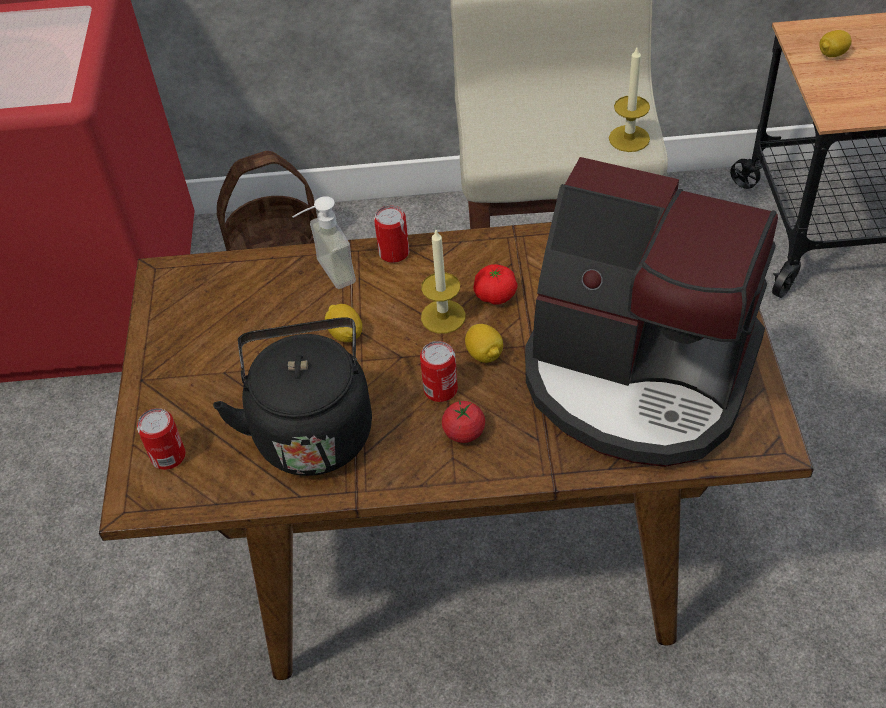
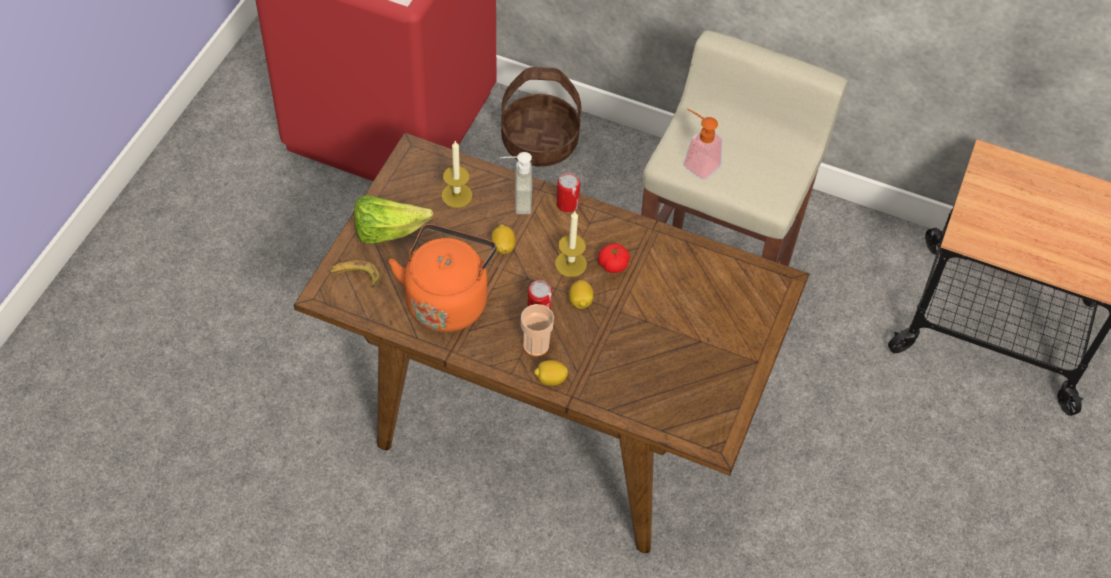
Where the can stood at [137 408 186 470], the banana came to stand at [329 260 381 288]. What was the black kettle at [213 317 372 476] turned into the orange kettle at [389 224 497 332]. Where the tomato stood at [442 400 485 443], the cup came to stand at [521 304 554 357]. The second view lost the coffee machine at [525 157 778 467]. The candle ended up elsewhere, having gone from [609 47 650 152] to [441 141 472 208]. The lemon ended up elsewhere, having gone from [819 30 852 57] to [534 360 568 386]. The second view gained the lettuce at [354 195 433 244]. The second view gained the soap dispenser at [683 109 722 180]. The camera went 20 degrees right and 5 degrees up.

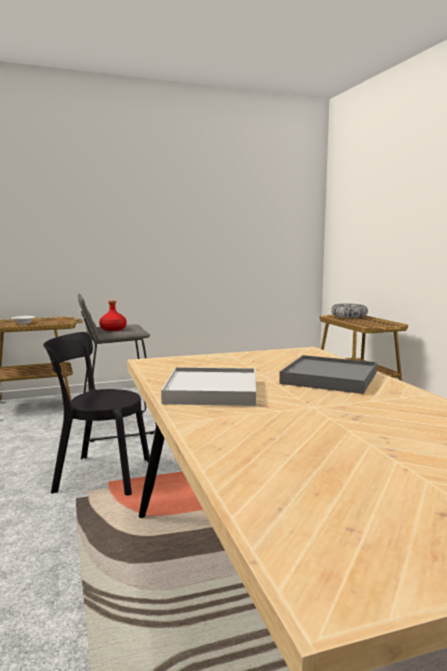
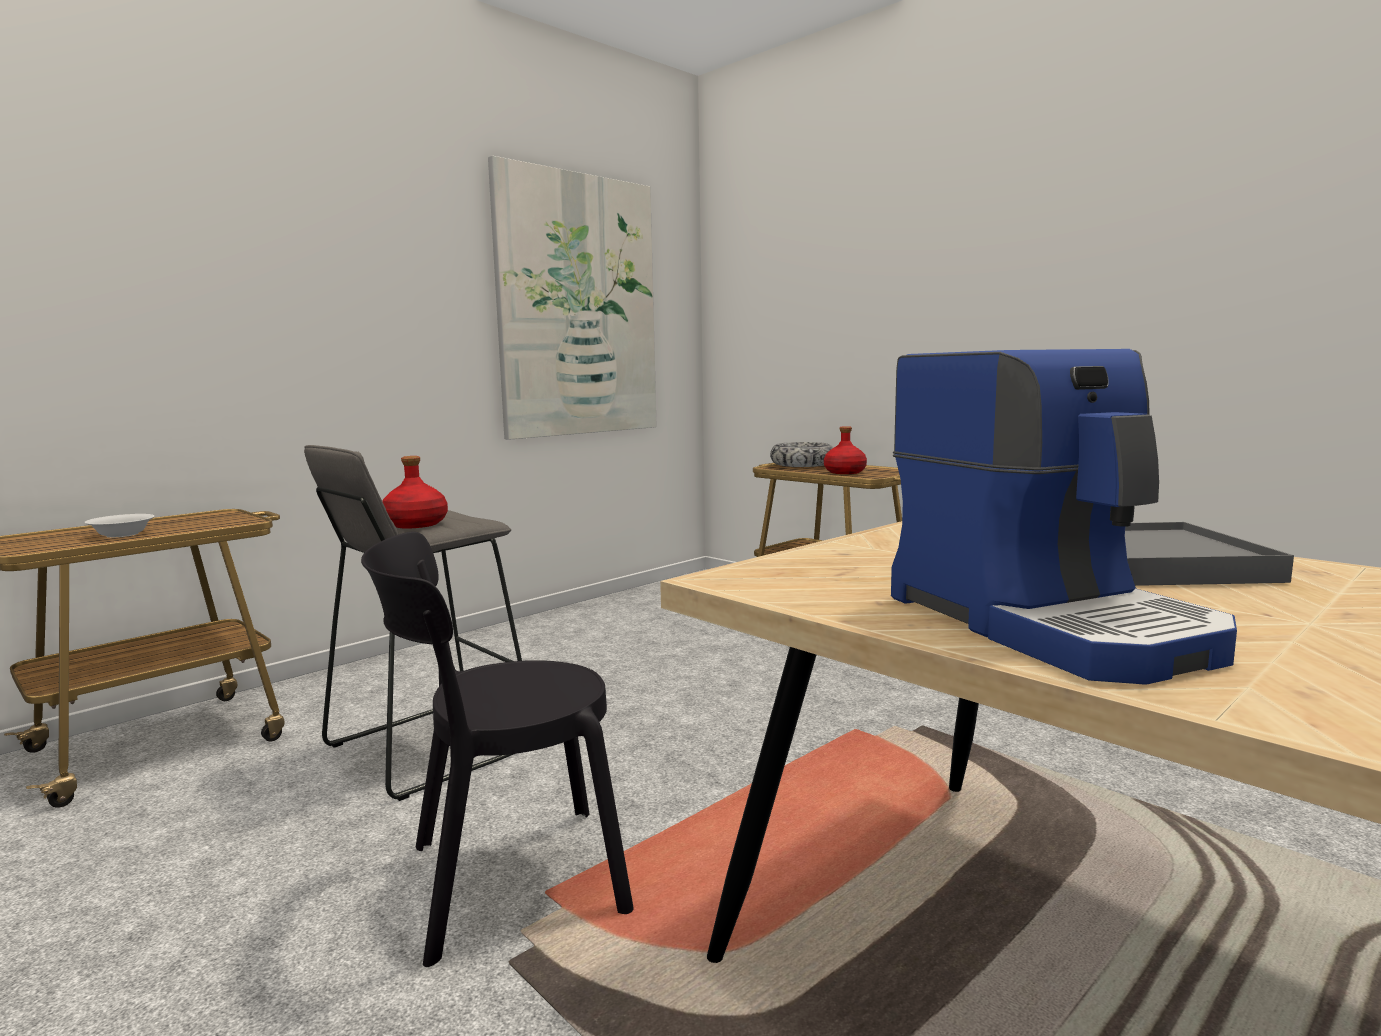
Where the white tray stood at [161 367 256 406], the coffee machine came to stand at [891 349 1237 685]. The second view gained the picture at [488 155 657 440]. The second view gained the red bottle at [824 426 867 474]. The camera went 25 degrees left and 0 degrees up.

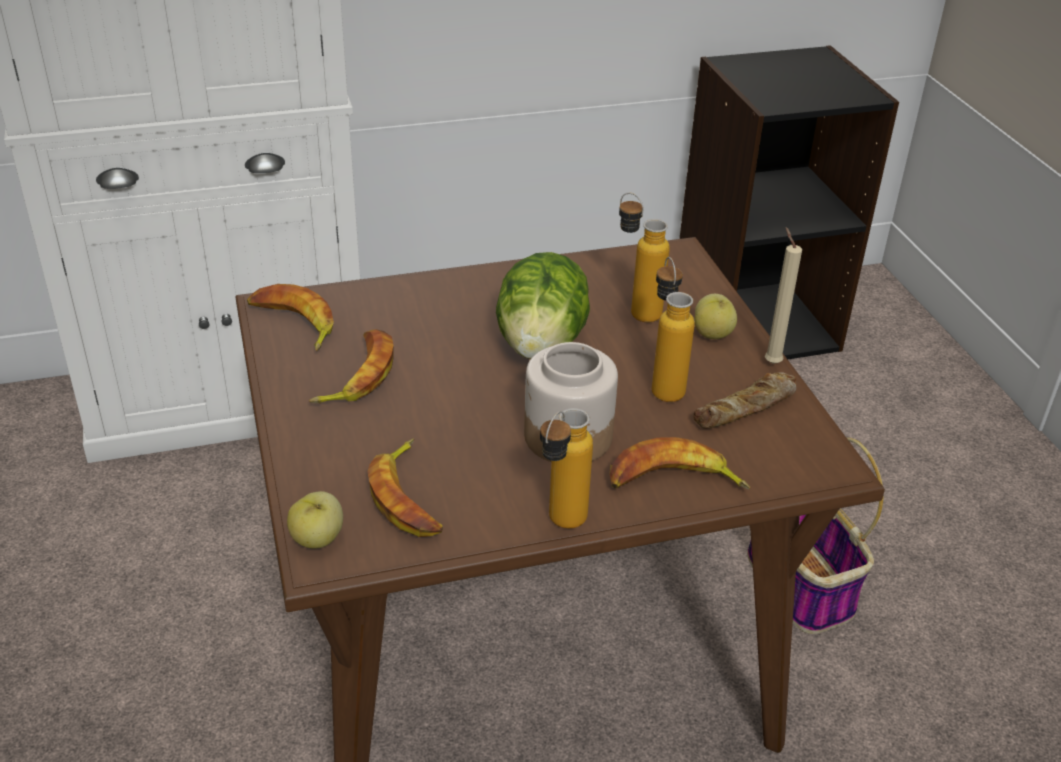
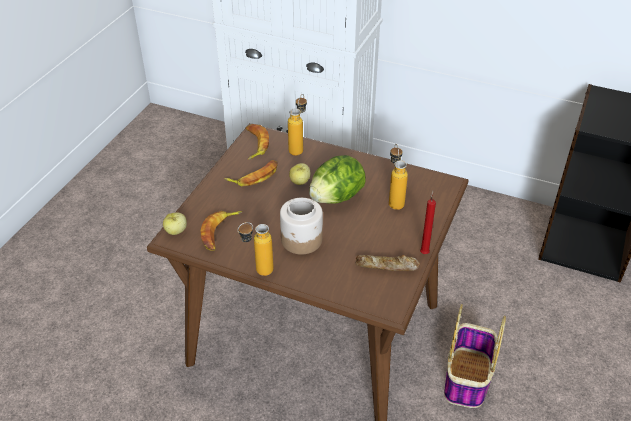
The second view lost the banana at [610 437 750 490]. The bottle ended up elsewhere, having gone from [652 257 695 402] to [288 94 307 156]. The apple ended up elsewhere, having gone from [695 294 737 339] to [289 163 310 185]. What was the beige candle at [765 227 802 364] turned into the red candle at [420 190 436 254]. The camera went 40 degrees right and 5 degrees up.

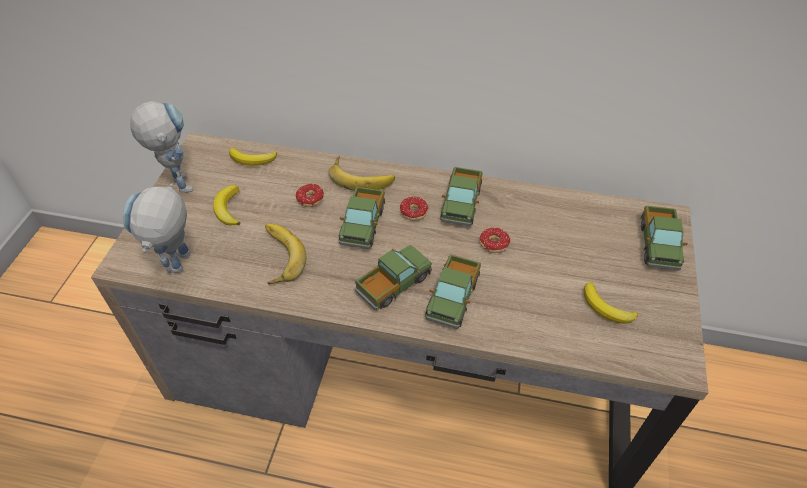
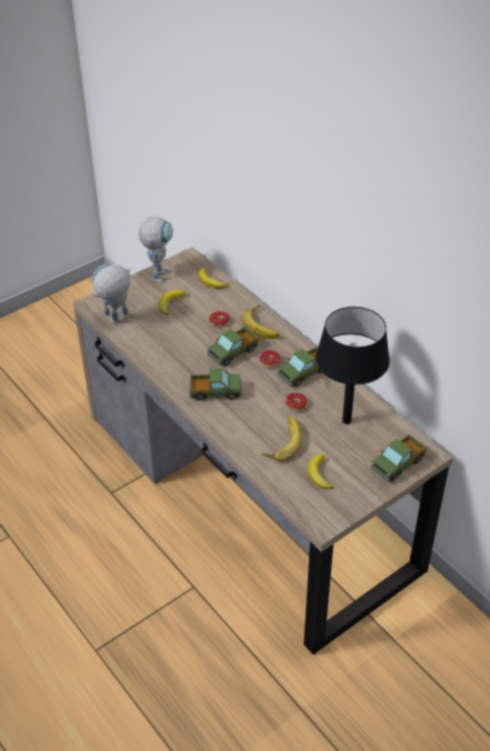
The banana ended up elsewhere, having gone from [265 224 306 284] to [262 416 302 462]. The second view lost the toy truck at [425 254 481 329]. The second view gained the black table lamp at [316 307 390 424]. The camera went 40 degrees right and 5 degrees down.

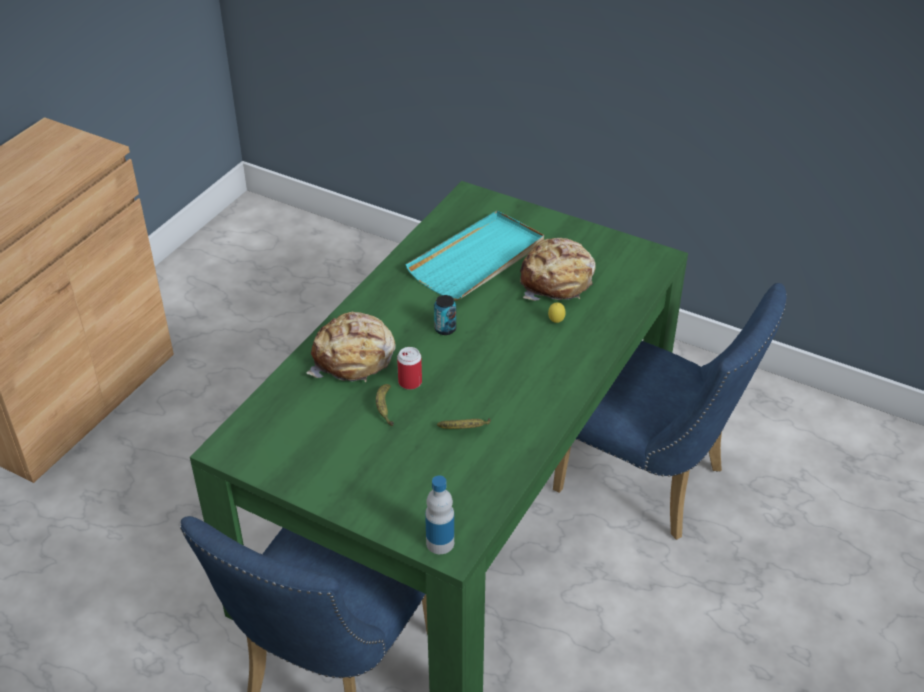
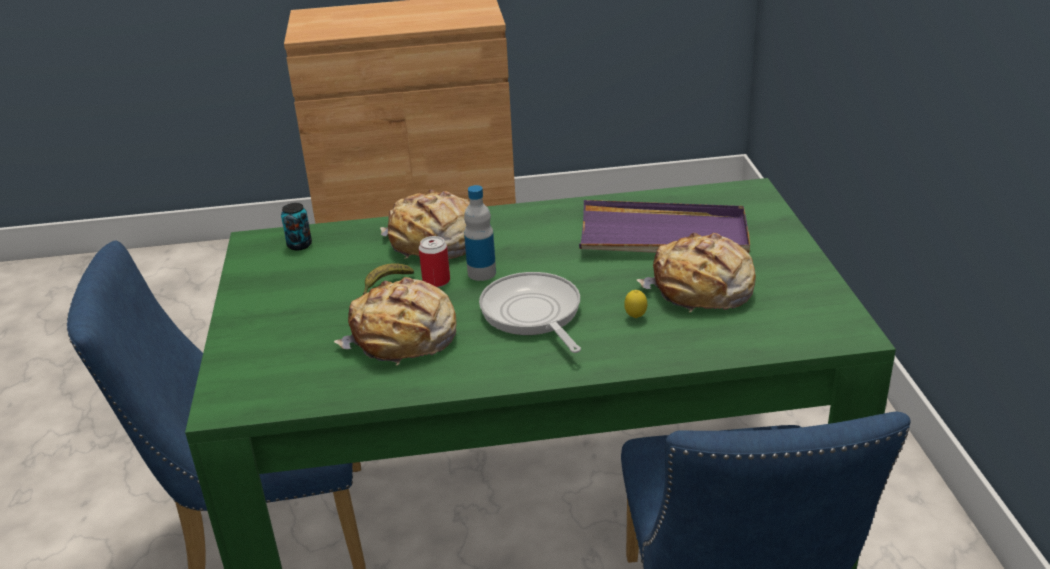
What was the turquoise tray at [405 210 544 300] turned into the purple tray at [579 200 750 253]. The bottle ended up elsewhere, having gone from [425 476 454 554] to [464 185 496 281]. The can ended up elsewhere, having gone from [434 295 456 335] to [281 203 312 250]. Where the banana stood at [437 418 491 429], the bread came to stand at [334 277 457 365]. The second view gained the frying pan at [479 272 581 353]. The camera went 55 degrees right and 10 degrees down.

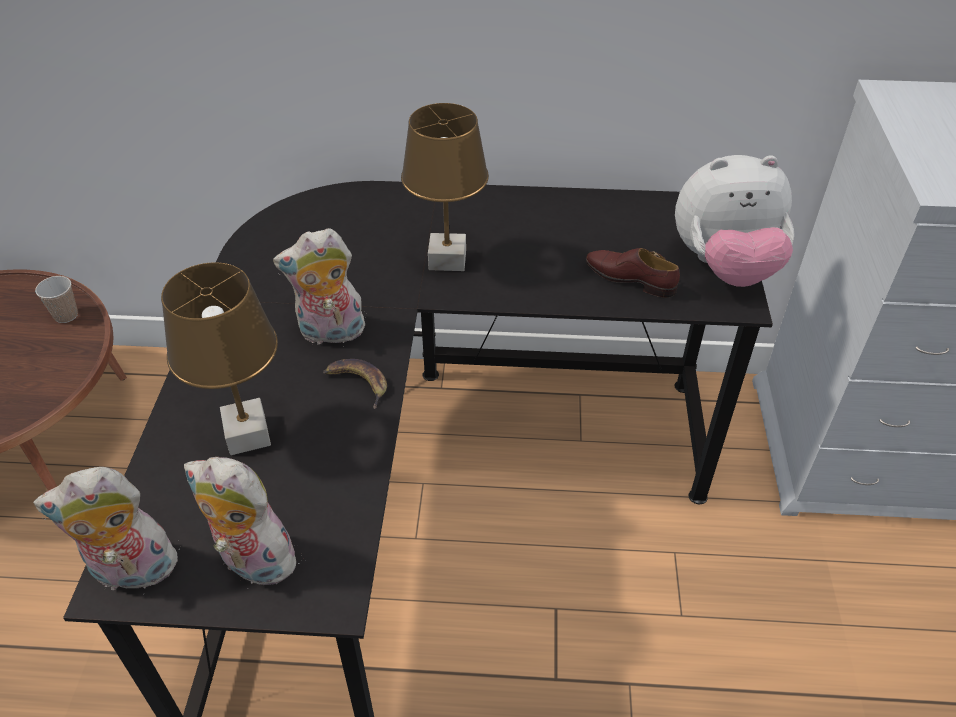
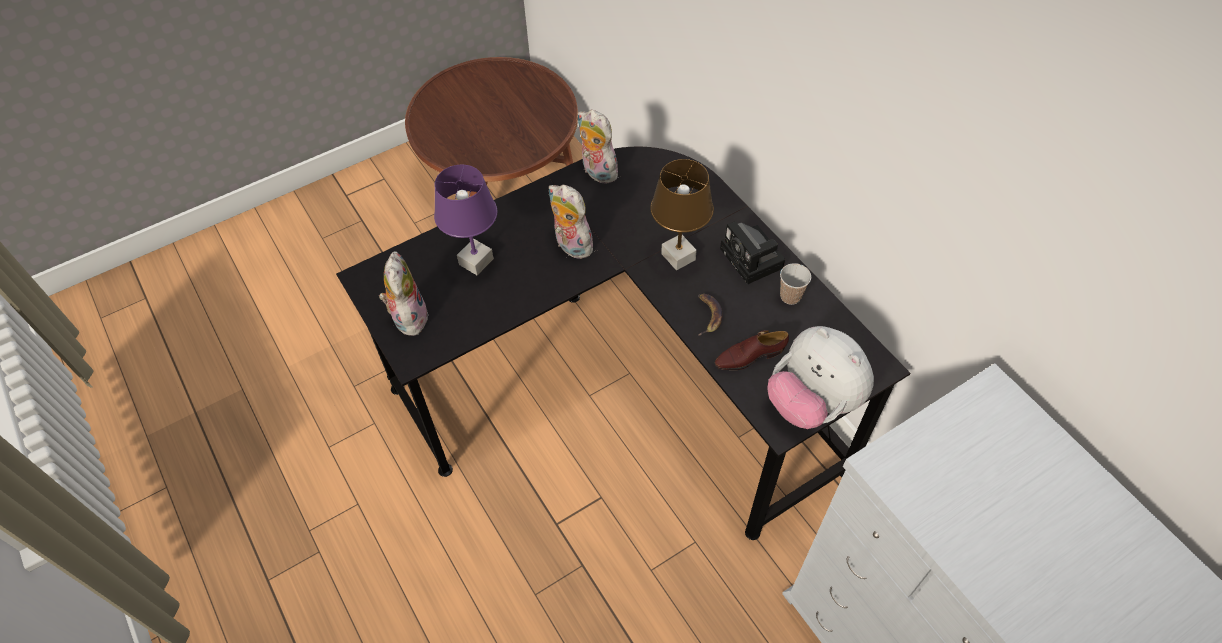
The plush toy ended up elsewhere, having gone from [33 467 181 590] to [578 110 619 184]. The cup ended up elsewhere, having gone from [35 276 78 323] to [780 263 811 305]. What was the brown table lamp at [161 262 278 455] turned into the purple table lamp at [434 165 497 275]. The banana ended up elsewhere, having gone from [323 359 387 409] to [698 294 723 336]. The brown shoe at [586 248 680 298] ended up facing another way, 105 degrees counterclockwise from before. The second view gained the photo camera at [720 221 785 285]. The camera went 55 degrees right and 10 degrees up.

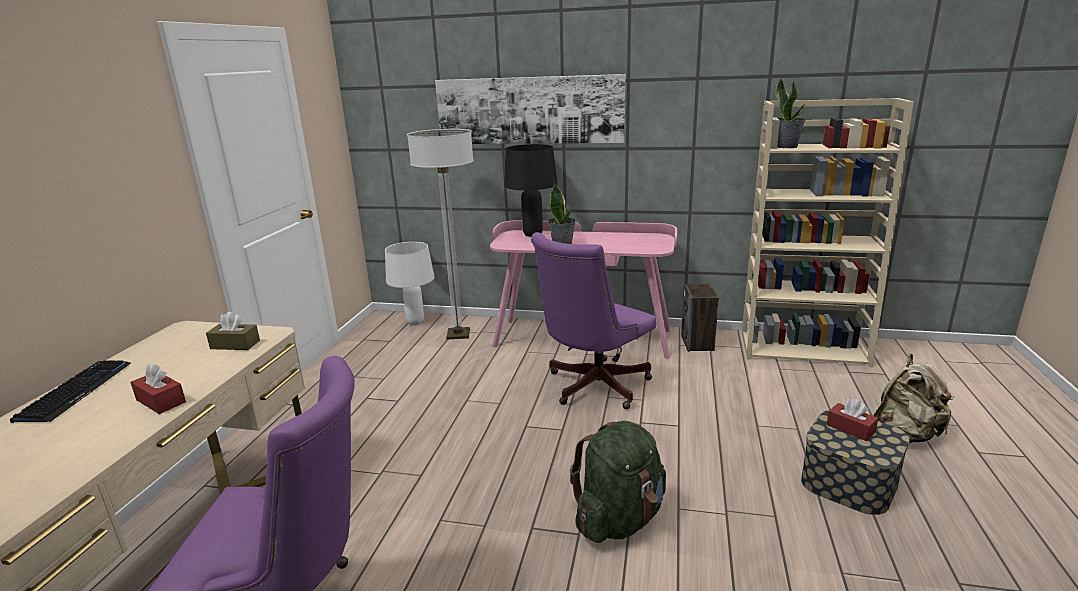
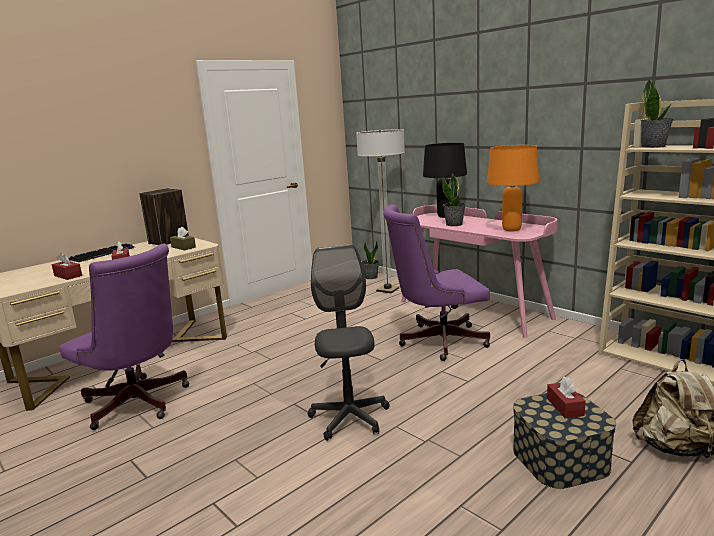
Where the white table lamp stood at [385 242 435 324], the potted plant came to stand at [362 242 379 279]. The second view lost the picture at [435 74 625 144]. Where the green backpack stood at [570 421 666 543], the grey office chair came to stand at [308 245 390 441]. The speaker ended up elsewhere, having gone from [681 284 719 352] to [140 188 189 245]. The second view gained the red tissue box at [52 253 82 280]. The second view gained the orange table lamp at [487 145 539 232]. The camera went 35 degrees right and 5 degrees down.

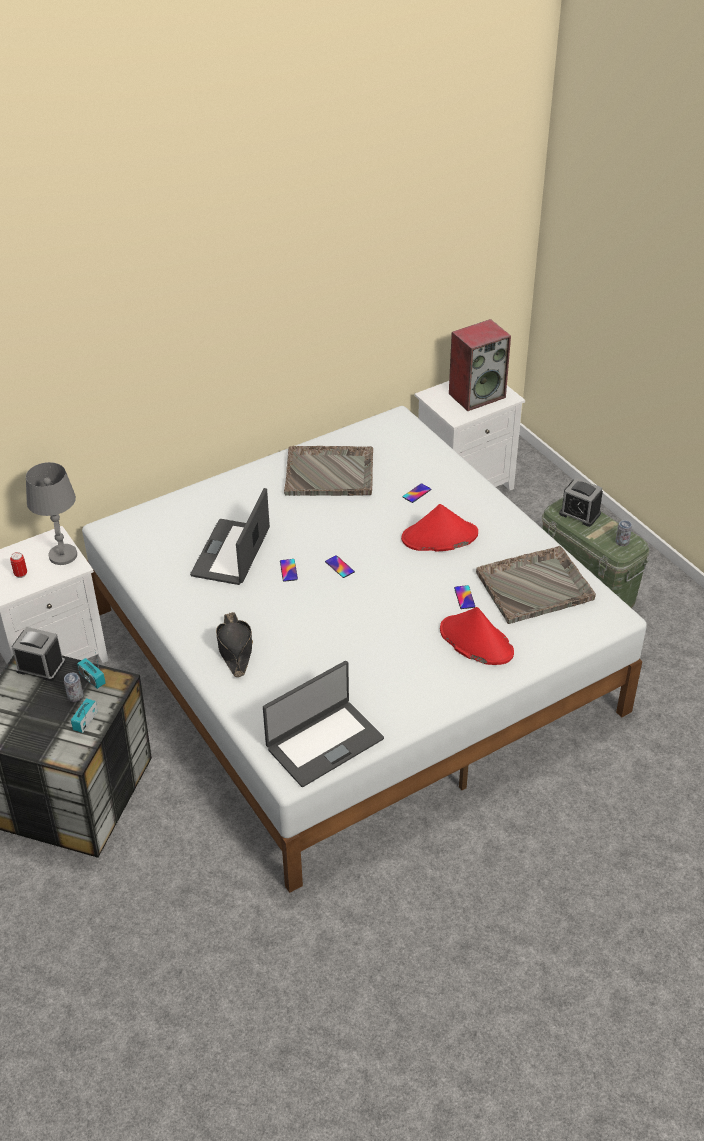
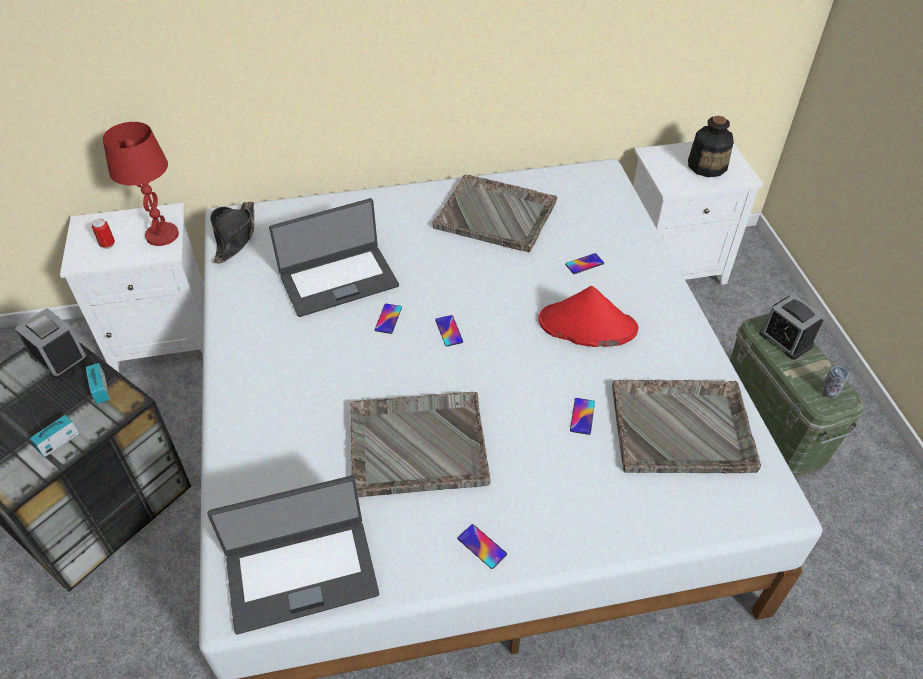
What was the grey table lamp at [26 462 77 565] turned into the red table lamp at [103 122 179 246]. The second view lost the can at [64 673 84 702]. The laptop at [190 488 270 585] ended up facing another way, 150 degrees counterclockwise from before. The black hat ended up elsewhere, having gone from [216 612 253 677] to [210 202 254 263]. The second view lost the red hat at [440 607 514 665]. Where the speaker stood at [449 319 511 411], the bottle came to stand at [688 116 734 177]. The second view gained the grey tray at [350 392 490 497]. The second view gained the phone at [457 524 507 569]. The camera went 20 degrees right and 5 degrees up.

